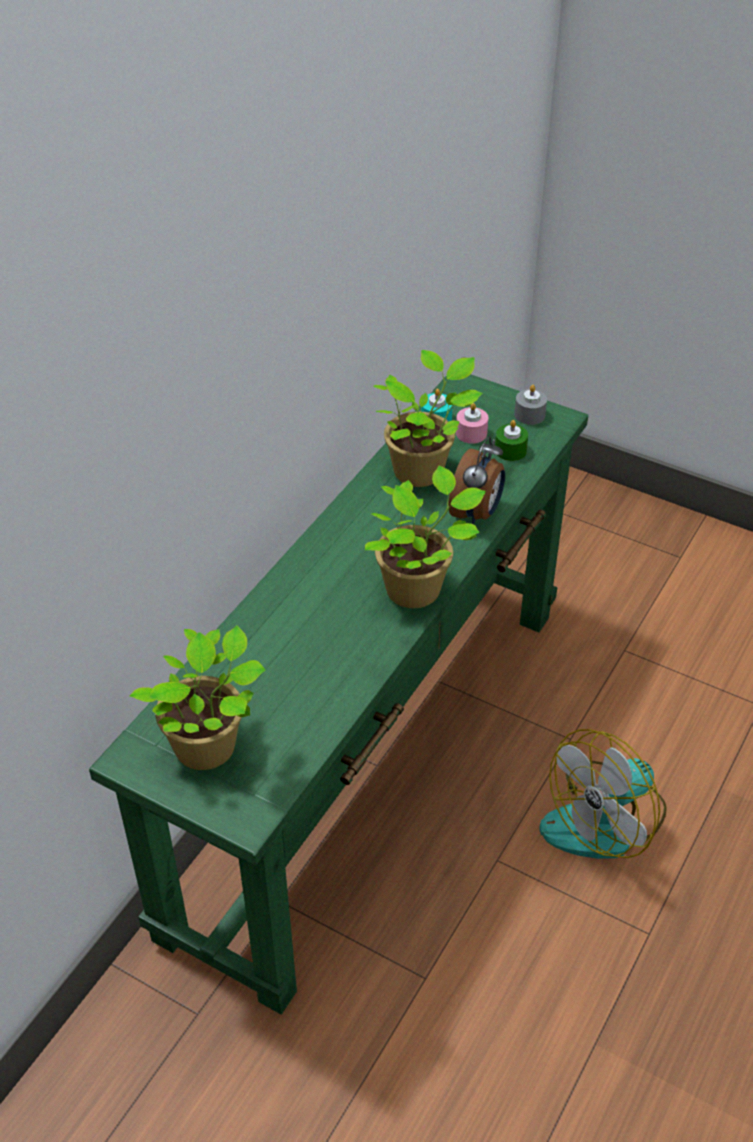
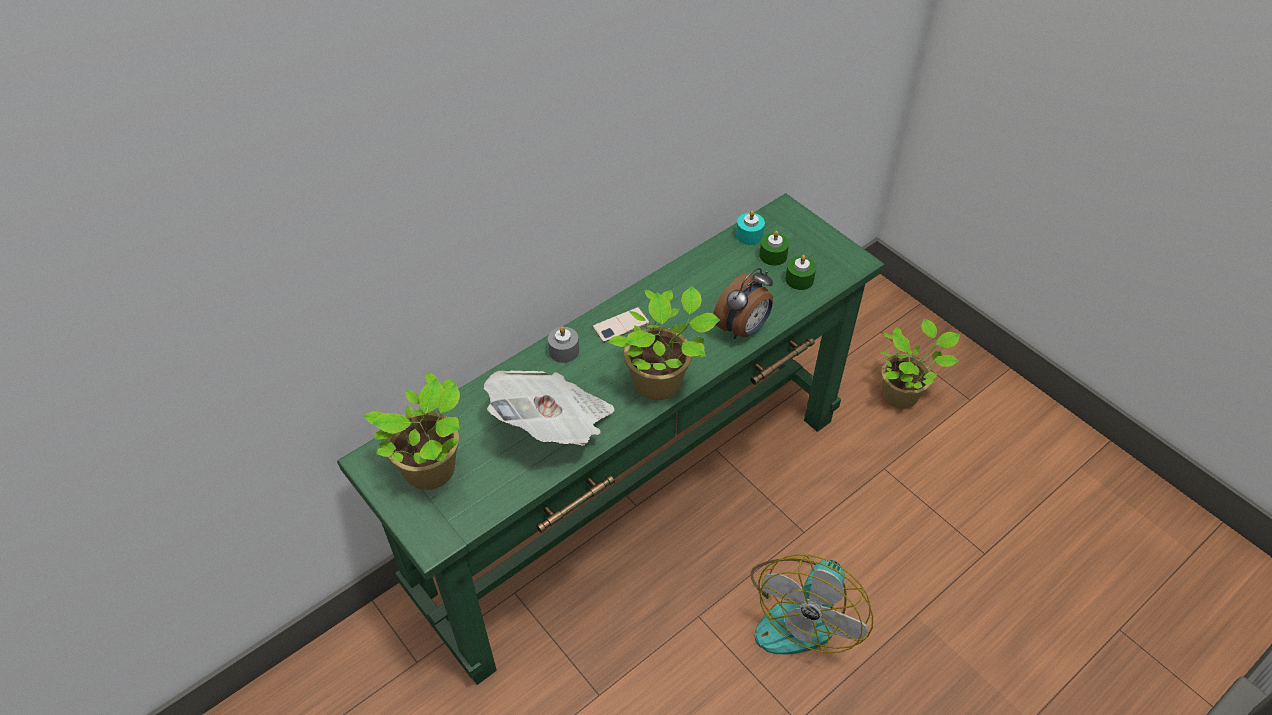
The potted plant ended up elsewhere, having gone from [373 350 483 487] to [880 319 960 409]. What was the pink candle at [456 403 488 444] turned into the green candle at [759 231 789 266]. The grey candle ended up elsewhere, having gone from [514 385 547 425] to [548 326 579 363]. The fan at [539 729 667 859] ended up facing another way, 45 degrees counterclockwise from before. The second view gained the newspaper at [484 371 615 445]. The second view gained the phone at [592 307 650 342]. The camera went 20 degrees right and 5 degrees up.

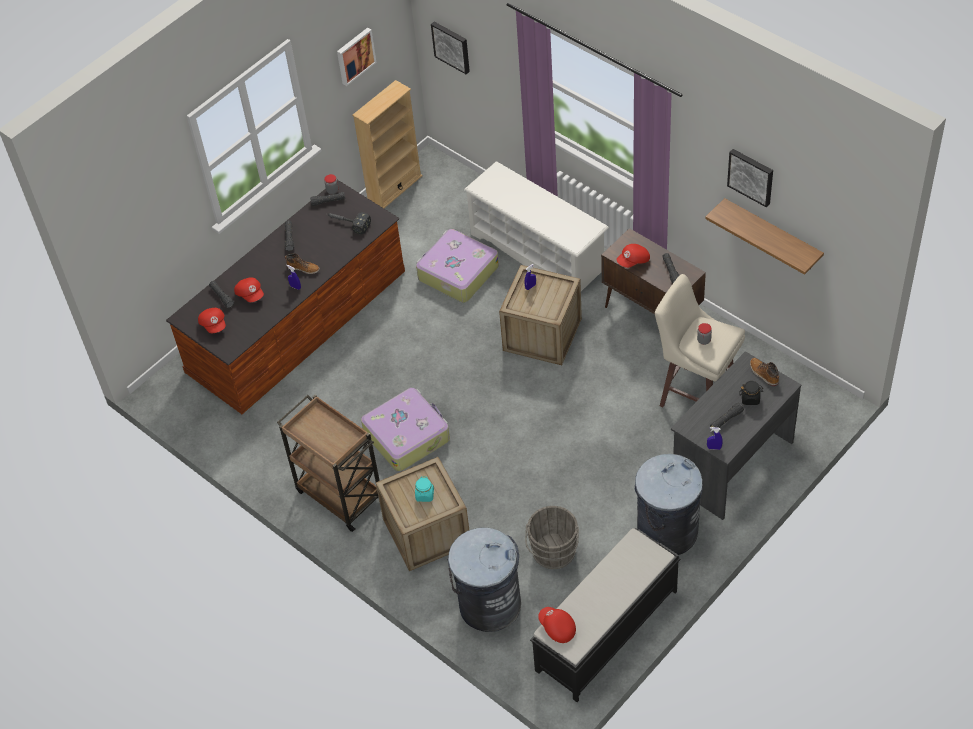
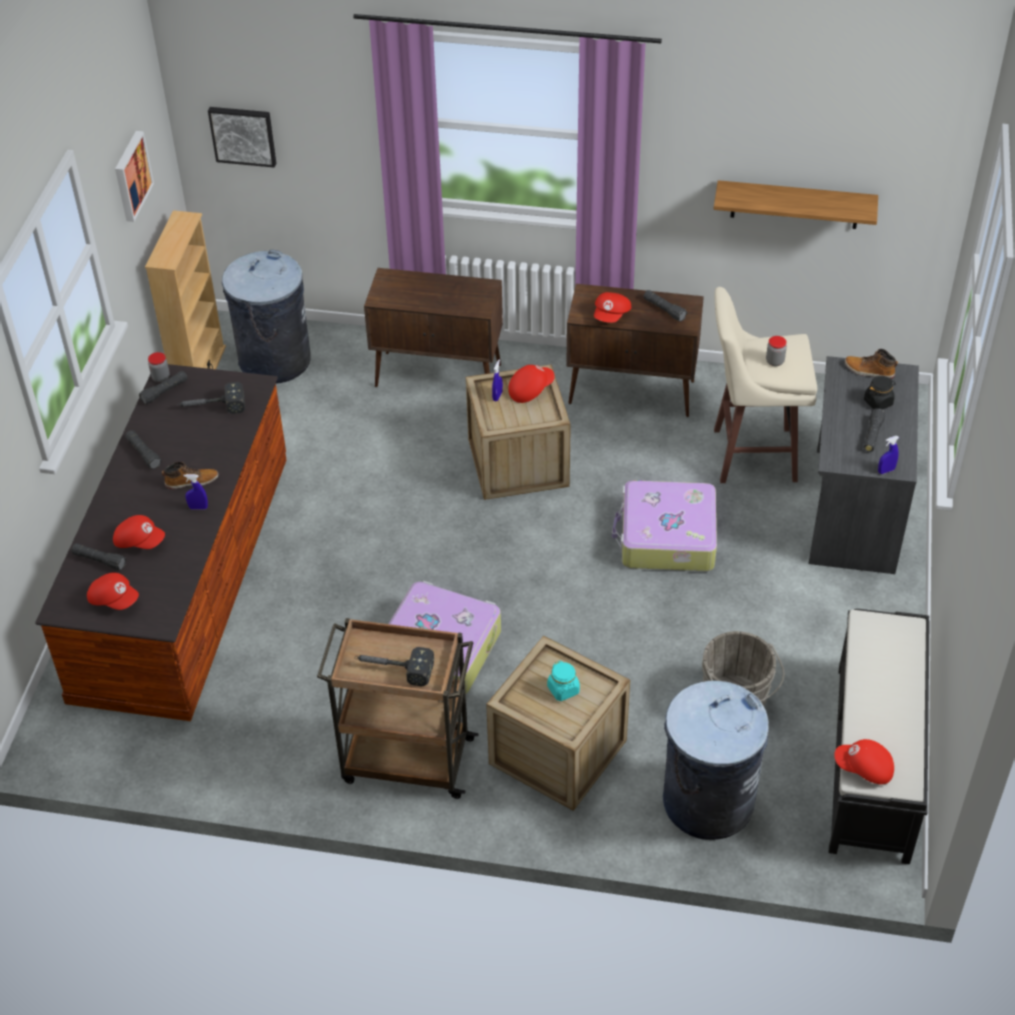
The suitcase ended up elsewhere, having gone from [416 229 499 302] to [612 480 717 571]. Where the white shoe rack stood at [464 161 609 291], the brown cabinet came to stand at [364 268 503 387]. The grey trash can ended up elsewhere, having gone from [635 454 703 555] to [222 250 311 384]. The second view lost the picture at [727 149 773 208]. The second view gained the hammer at [355 647 434 686]. The second view gained the red cap at [508 365 555 403]. The camera went 35 degrees left and 5 degrees down.

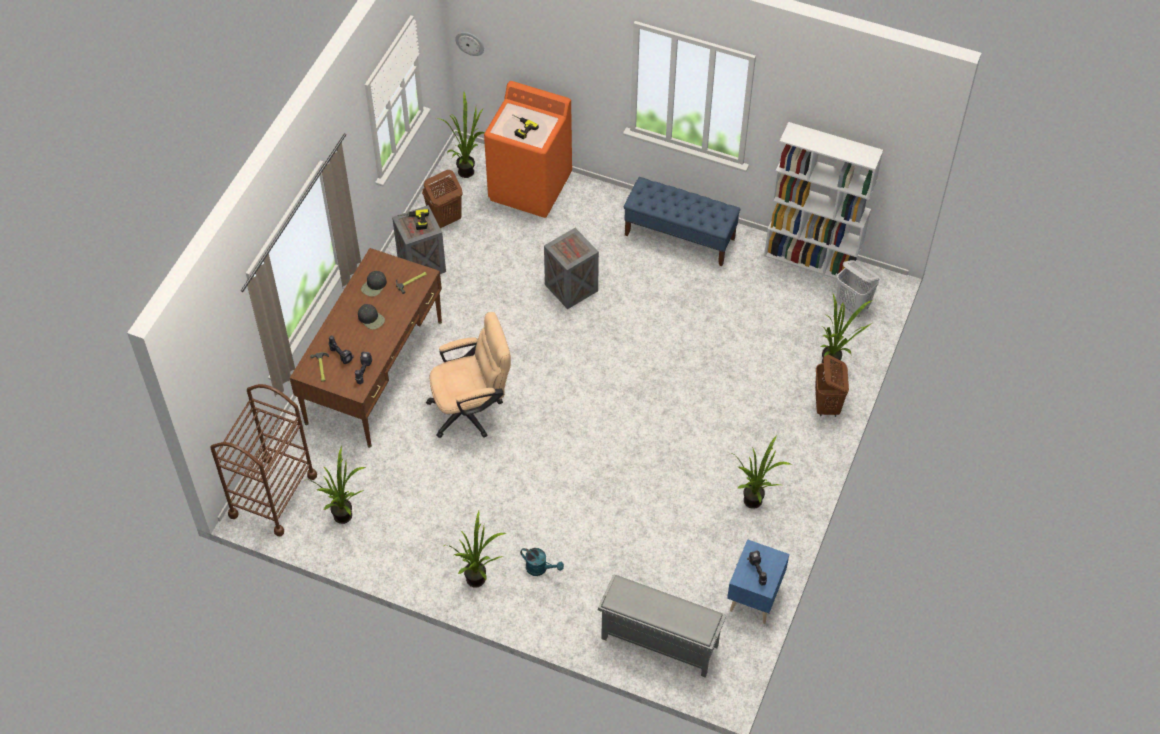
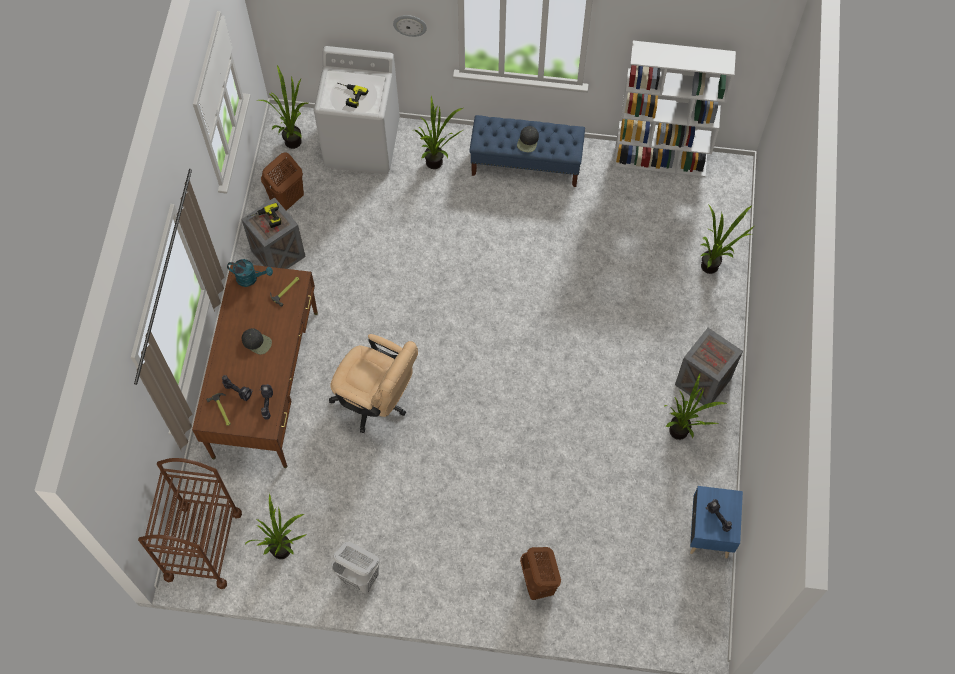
The black cap ended up elsewhere, having gone from [361 271 387 297] to [517 126 539 152]. The beige office chair at [426 312 511 438] ended up facing another way, 60 degrees clockwise from before. The potted plant ended up elsewhere, having gone from [444 511 506 588] to [415 96 465 169]. The wall clock ended up elsewhere, having gone from [455 32 484 56] to [393 15 427 37]. What was the orange washing machine at [484 81 572 218] turned into the white washing machine at [314 46 400 174]. The turquoise watering can ended up elsewhere, having gone from [520 548 564 576] to [227 259 273 287]. The crate ended up elsewhere, having gone from [544 228 599 309] to [675 328 743 405]. The second view lost the grey shoe rack at [598 574 726 678]. The brown laundry basket ended up elsewhere, having gone from [815 355 849 417] to [520 547 561 600]. The white laundry basket ended up elsewhere, having gone from [836 260 880 317] to [331 542 379 594]. The camera went 15 degrees left and 10 degrees up.

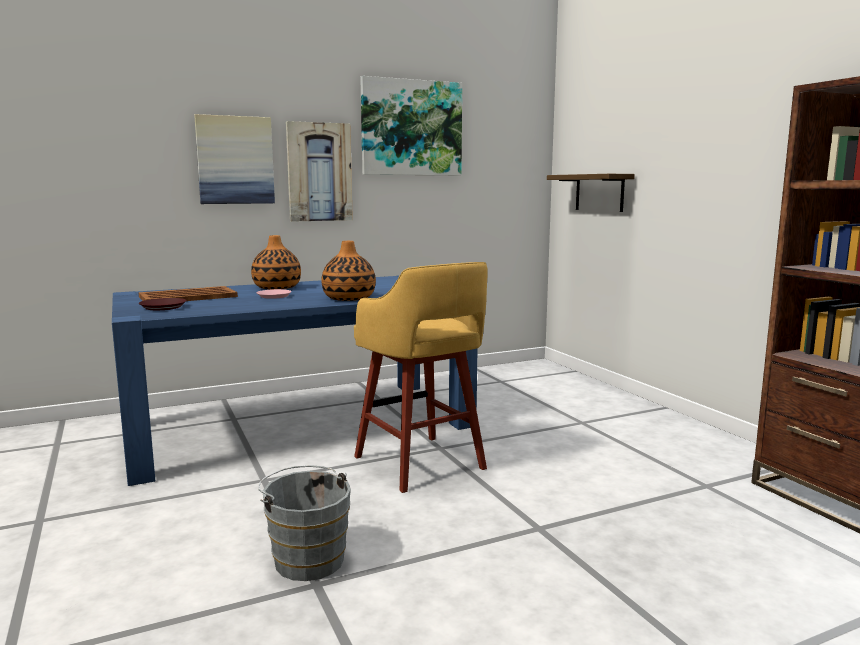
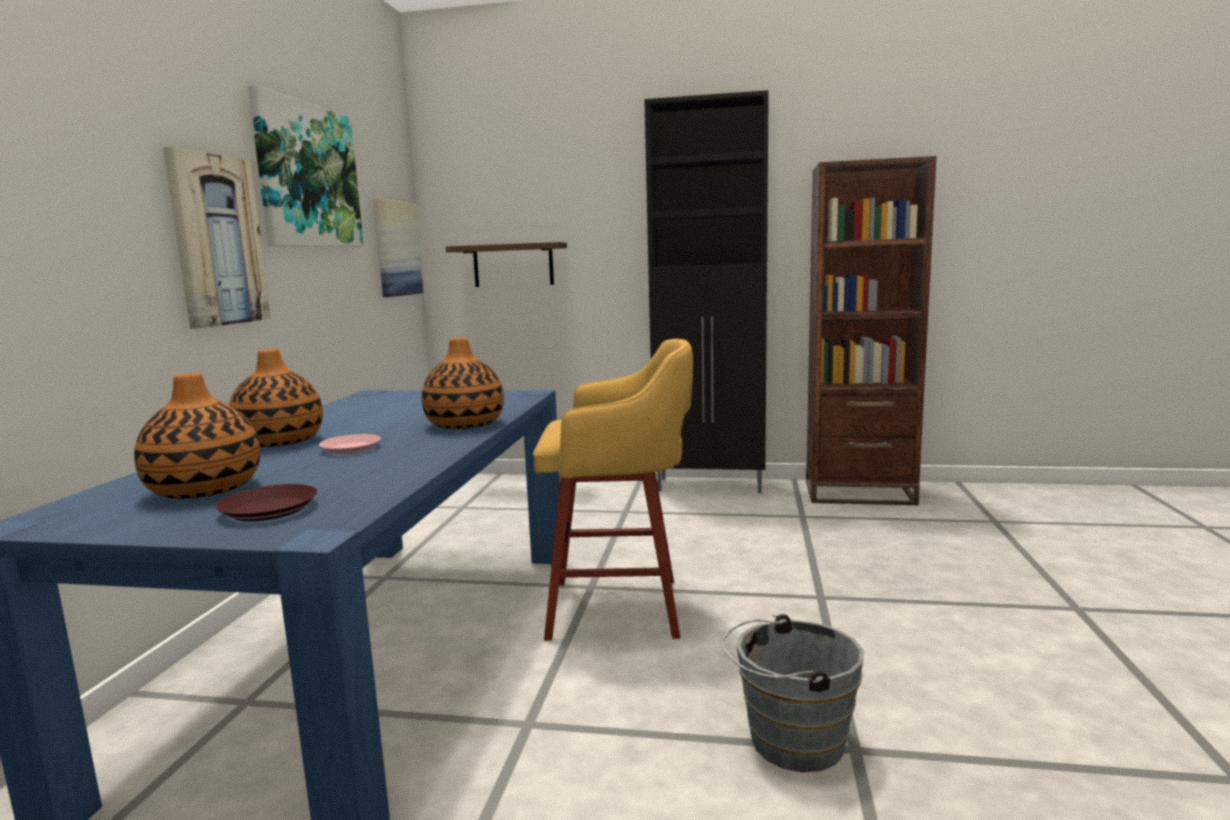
Where the brown tray stood at [138 286 238 301], the vase came to stand at [134 373 260 499]. The picture ended up elsewhere, having gone from [194 114 275 204] to [374 199 423 297]. The second view gained the black cabinet at [644 90 769 494]. The camera went 55 degrees left and 0 degrees up.

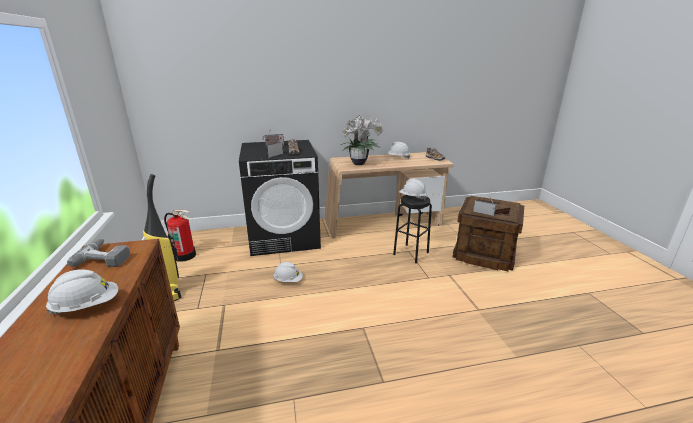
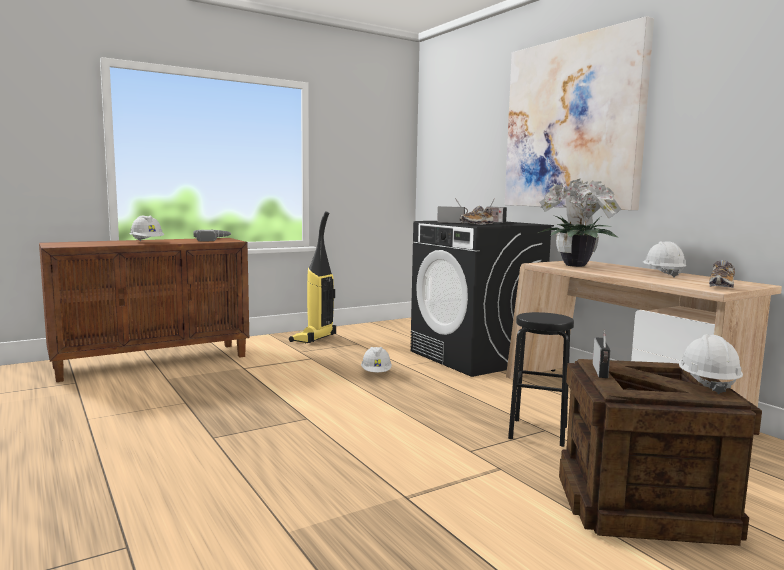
The second view lost the fire extinguisher at [164 210 196 262]. The white hard hat ended up elsewhere, having gone from [399 179 427 200] to [679 334 743 394]. The second view gained the picture at [505 16 654 210]. The camera went 70 degrees right and 15 degrees down.

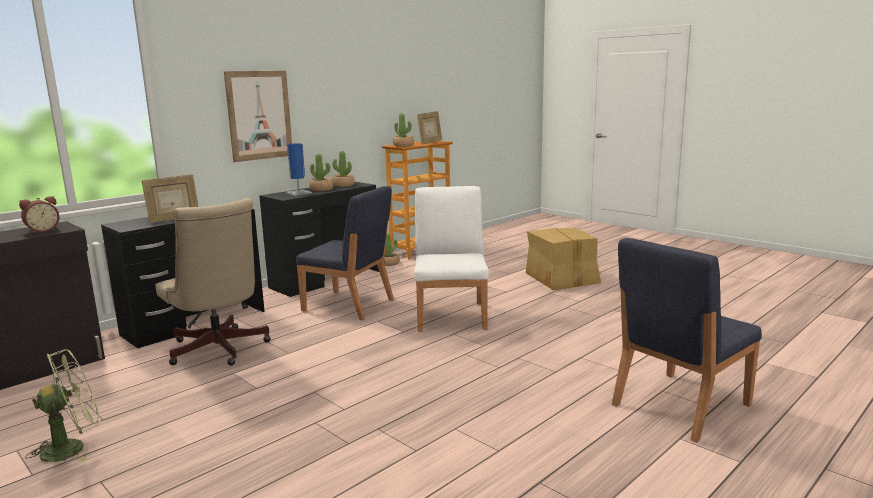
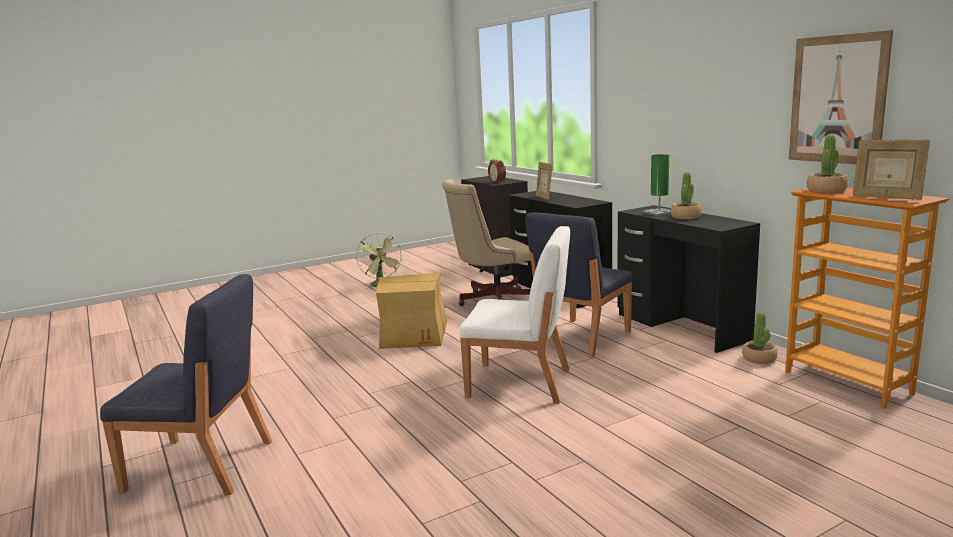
The picture ended up elsewhere, having gone from [224 71 292 162] to [789 30 893 164]. What was the blue table lamp at [286 143 312 196] turned into the green table lamp at [643 154 671 216]. The second view lost the potted plant at [332 151 355 187]. The cardboard box ended up elsewhere, having gone from [526 228 601 290] to [376 273 447 349]. The blue chair at [612 238 762 443] ended up facing another way, 120 degrees clockwise from before. The camera went 105 degrees right and 0 degrees up.

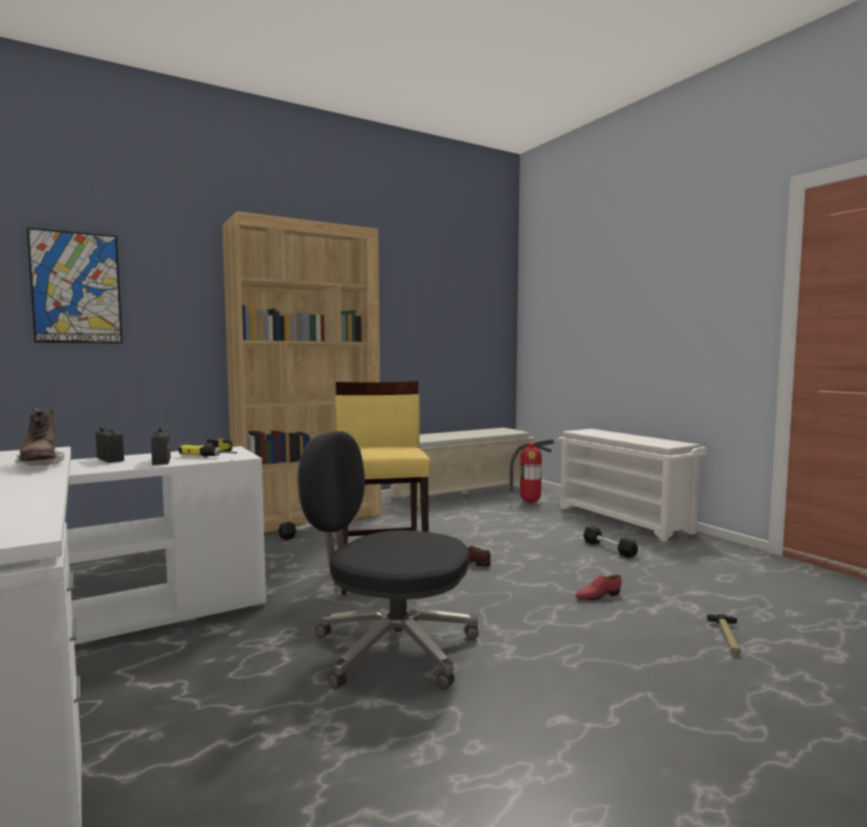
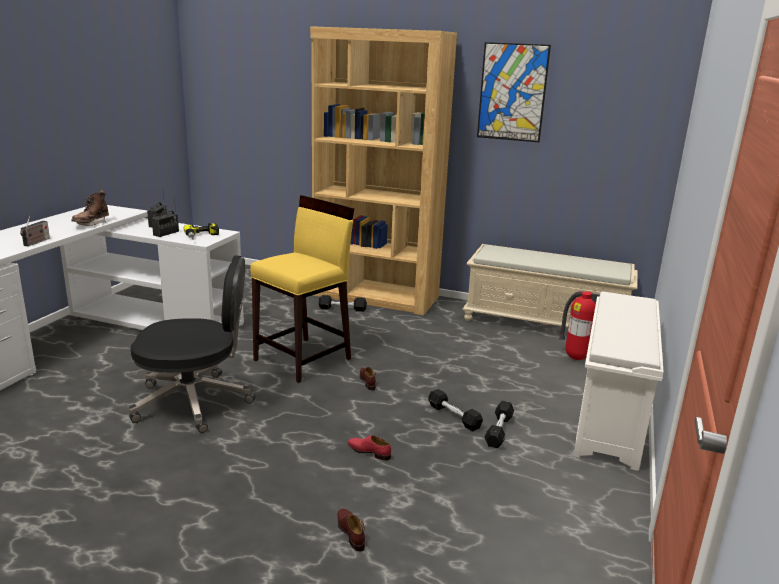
The picture ended up elsewhere, having gone from [27 228 123 344] to [477 42 551 142]. The black office chair at [298 431 479 689] ended up facing another way, 105 degrees clockwise from before. Where the hammer stood at [707 614 741 653], the brown shoe came to stand at [338 509 365 551]. The second view gained the radio at [20 216 50 247]. The second view gained the black dumbbell at [428 389 483 432]. The camera went 50 degrees right and 15 degrees up.

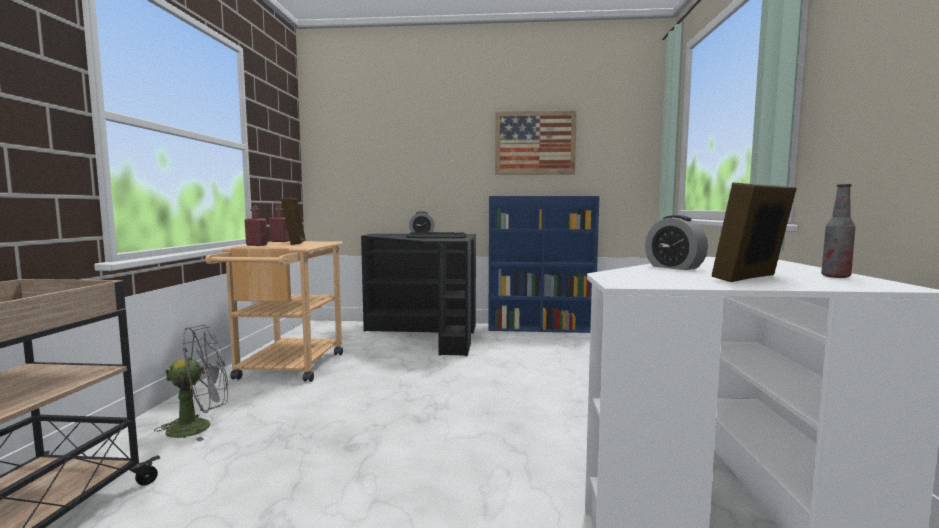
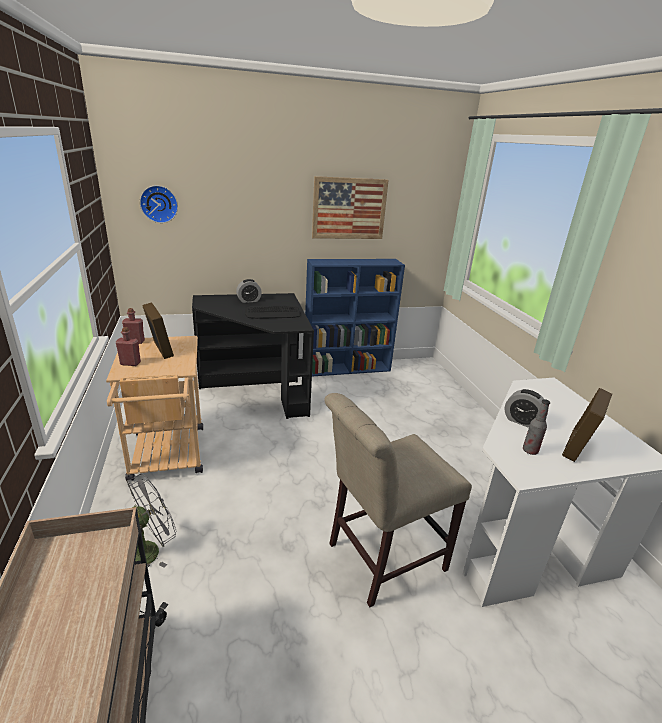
The bottle ended up elsewhere, having gone from [821 184 855 278] to [523 399 550 455]. The second view gained the wall clock at [140 185 178 223]. The second view gained the beige chair at [325 393 472 607]. The camera went 20 degrees left and 20 degrees up.

